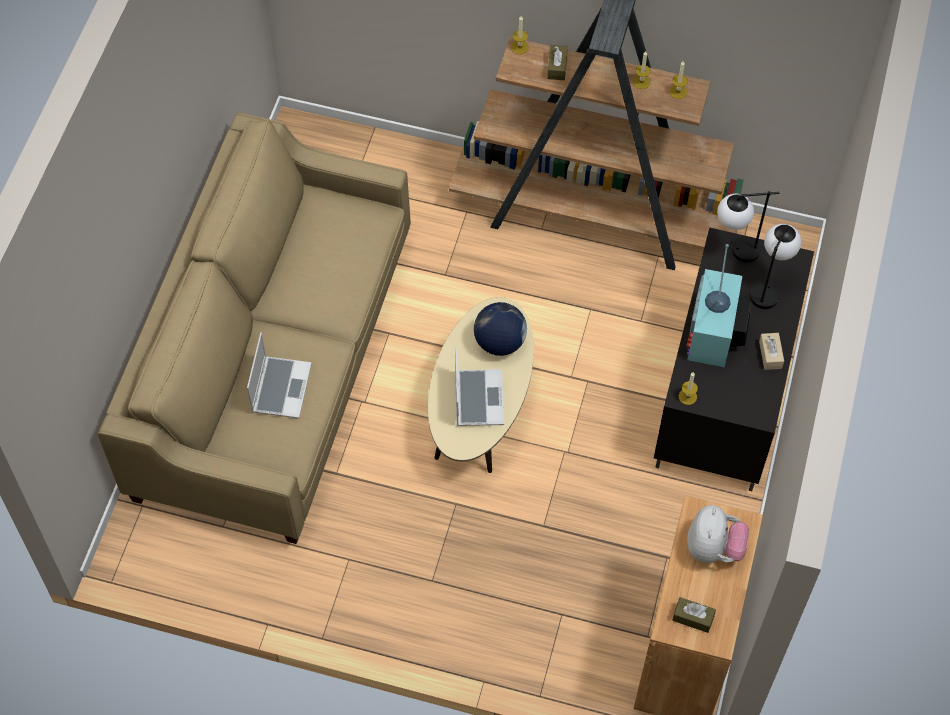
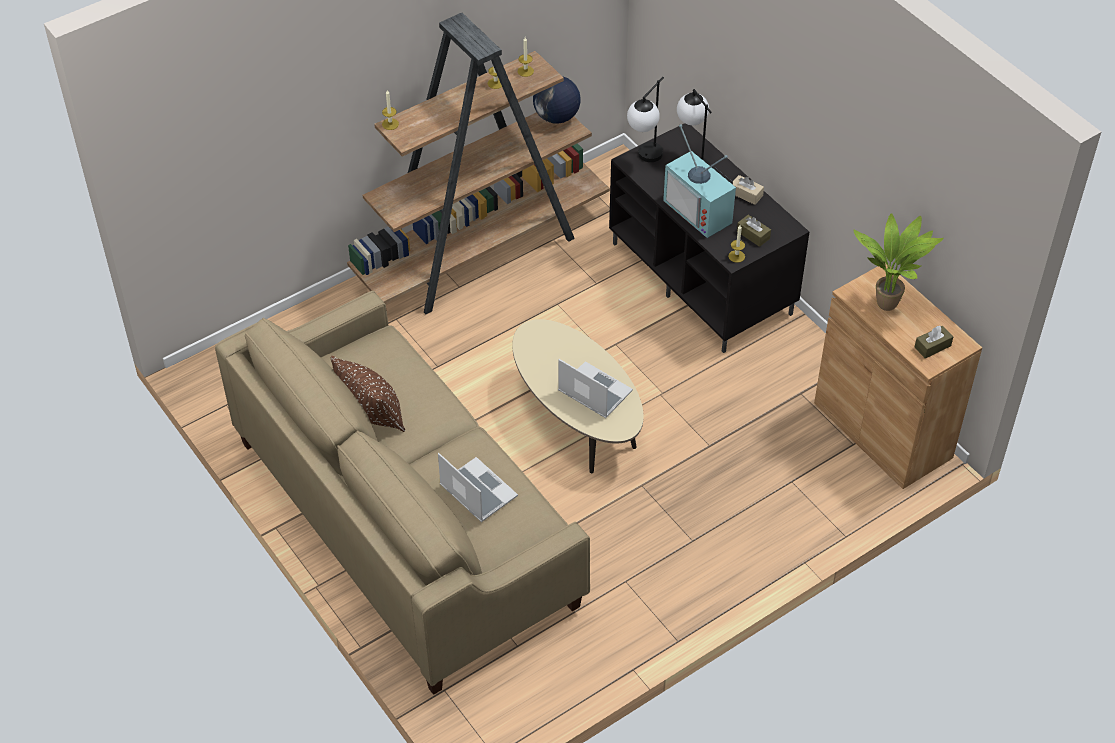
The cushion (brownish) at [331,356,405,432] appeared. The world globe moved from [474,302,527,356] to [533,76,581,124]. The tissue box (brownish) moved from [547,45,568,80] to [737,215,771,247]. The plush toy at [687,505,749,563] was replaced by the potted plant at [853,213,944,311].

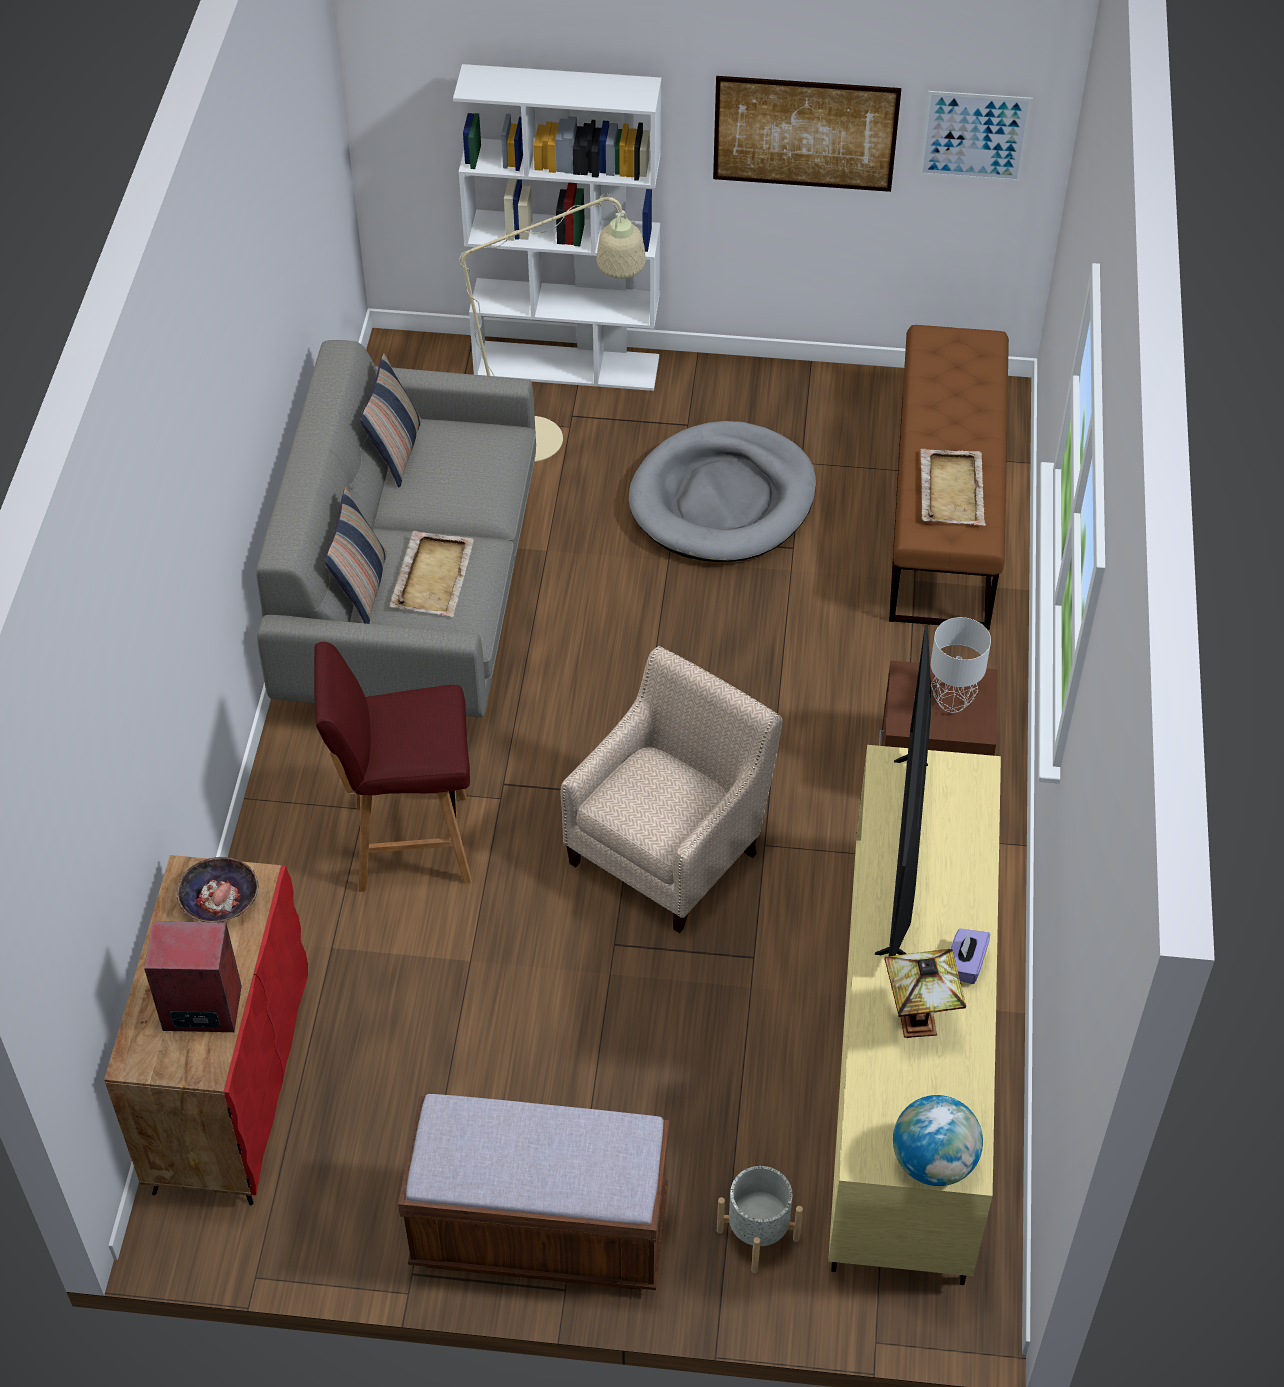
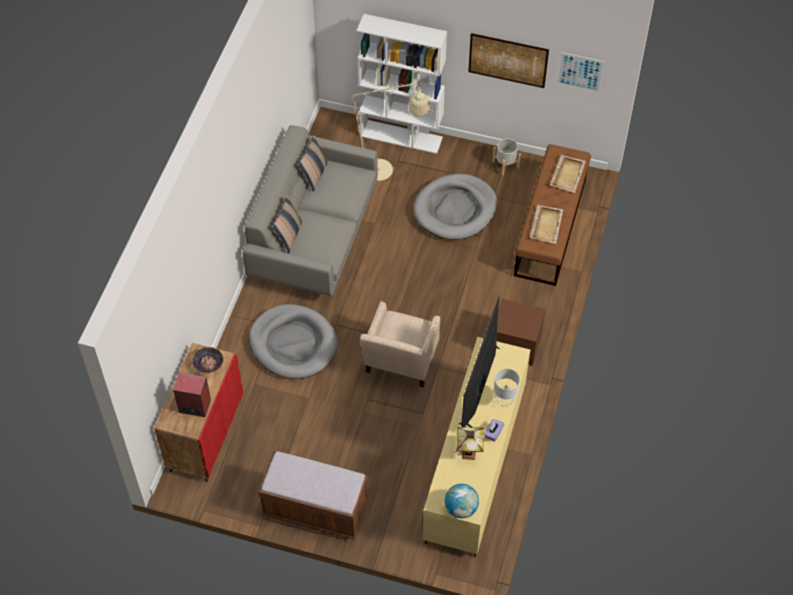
The stool seat (red) at [314,642,472,892] was replaced by the dog bed (gray) at [249,304,338,379]. The armchair (beige-coloured) at [560,646,783,933] turned 150 degrees clockwise. The planter (gray) moved from [717,1166,803,1273] to [492,138,521,175]. The tabletop lamp (gray) moved from [931,617,991,713] to [494,369,520,407]. The tray (beige-coloured) moved from [390,531,474,617] to [550,155,586,193].

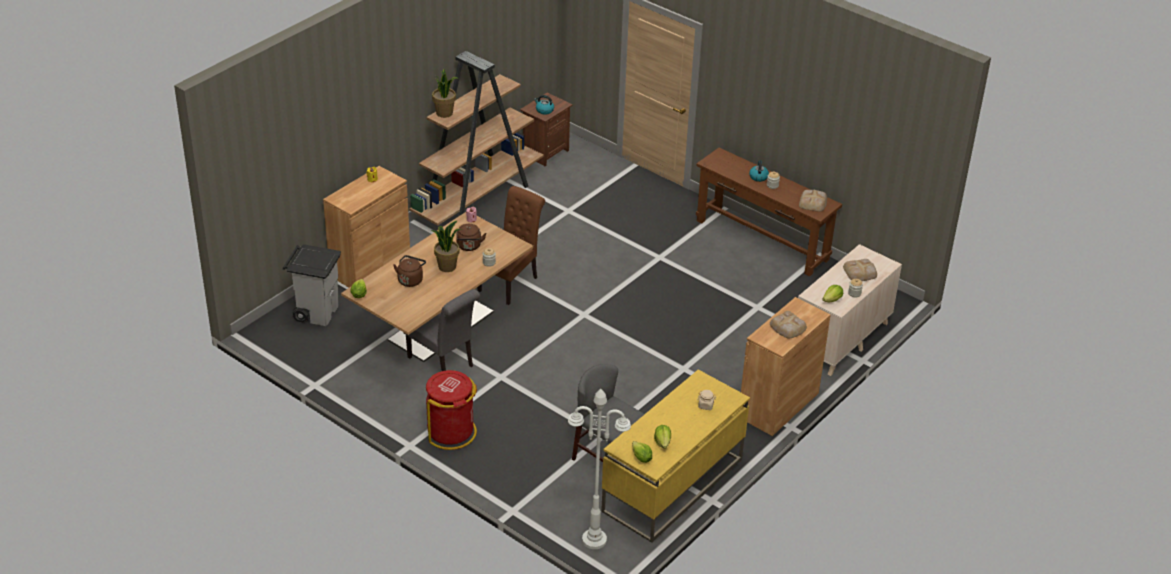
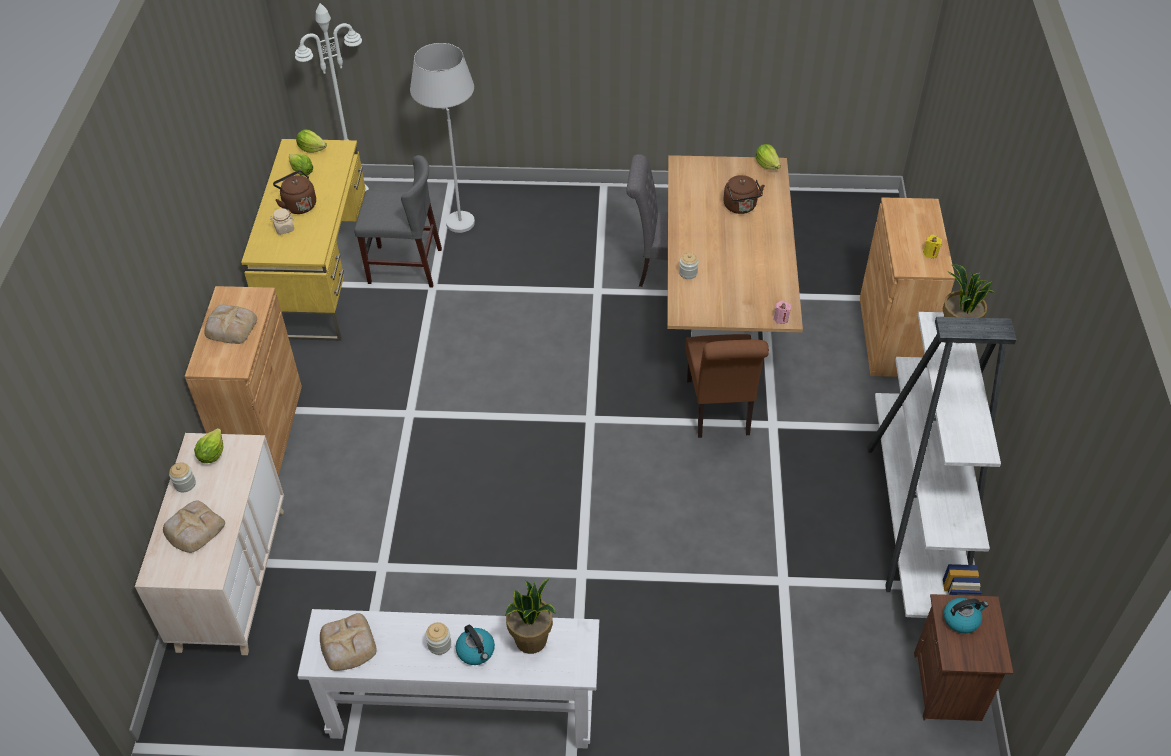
The water kettle (brownish) moved from [456,224,486,251] to [273,170,316,214]. The hall table (brownish) at [696,148,842,276] became the hall table (white-coloured) at [297,609,599,748]. The floor lamp (white-coloured) at [410,43,475,233] appeared. The potted plant moved from [430,220,462,272] to [505,578,556,654]. The bookshelf (brownish) at [409,51,544,226] became the bookshelf (white-coloured) at [868,312,1016,618]. The rubbish bin (gray) at [283,244,341,326] disappeared. The rubbish bin (red) at [426,370,477,450] disappeared.

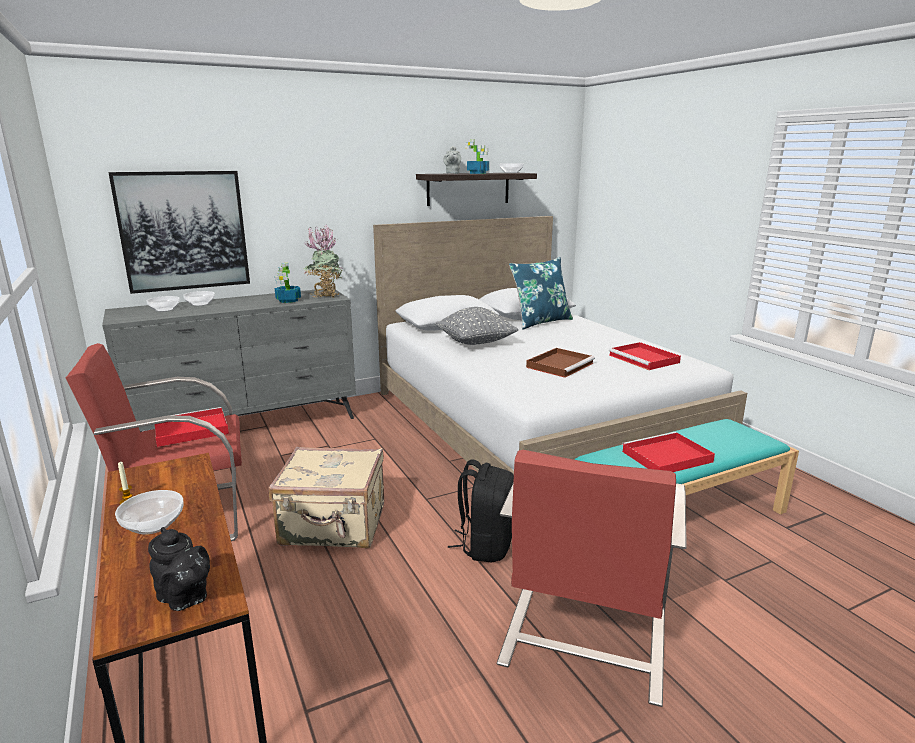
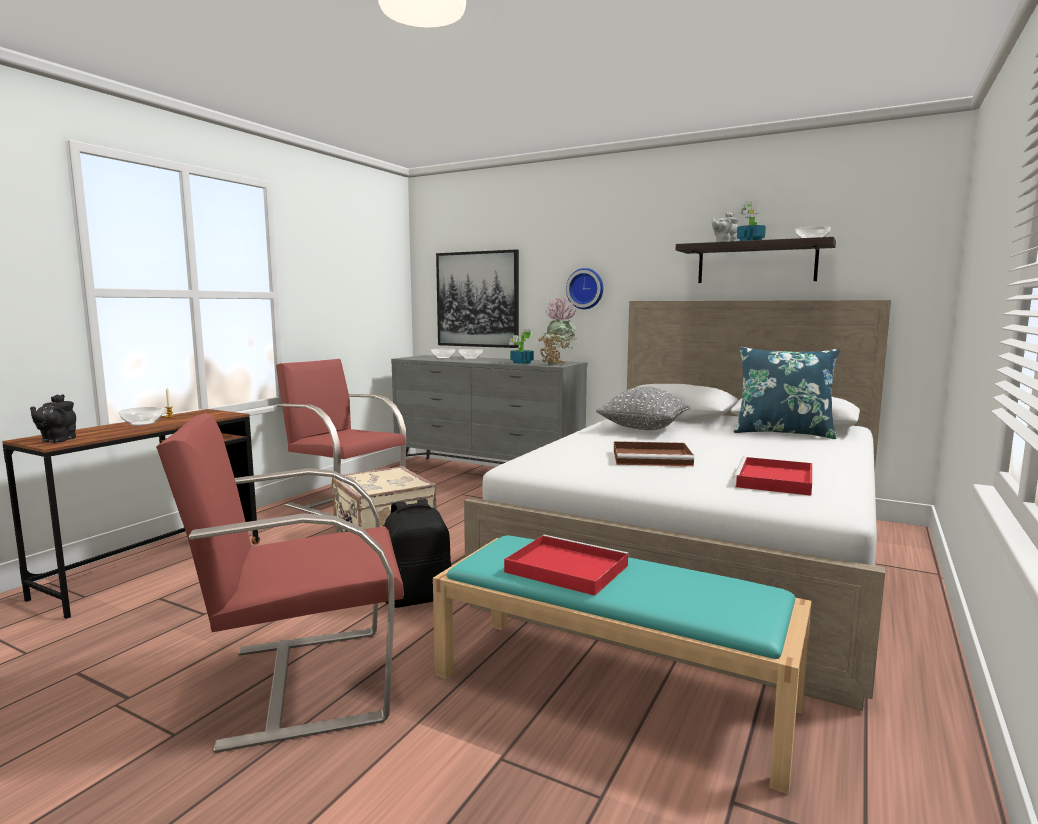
The wall clock at [566,268,603,309] appeared. The tray (red) at [154,407,229,447] disappeared.

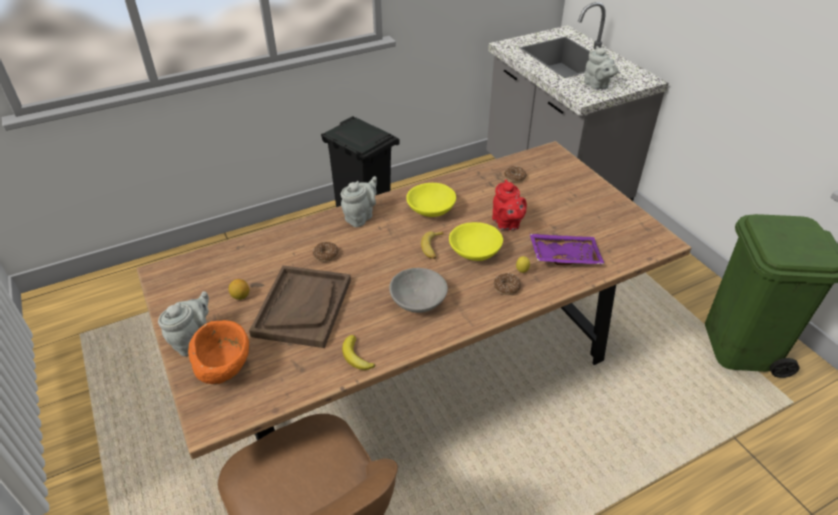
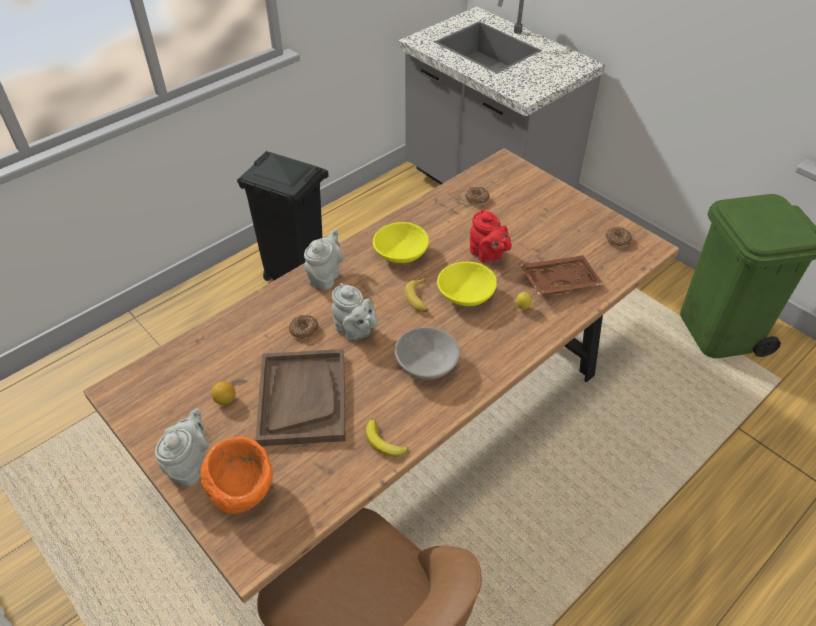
The teapot (gray) moved from [584,46,619,89] to [332,283,378,341]. The tray (purple-coloured) at [530,234,605,265] became the tray (brownish) at [519,255,603,294]. The ring doughnut moved from [494,273,521,295] to [605,227,632,247].

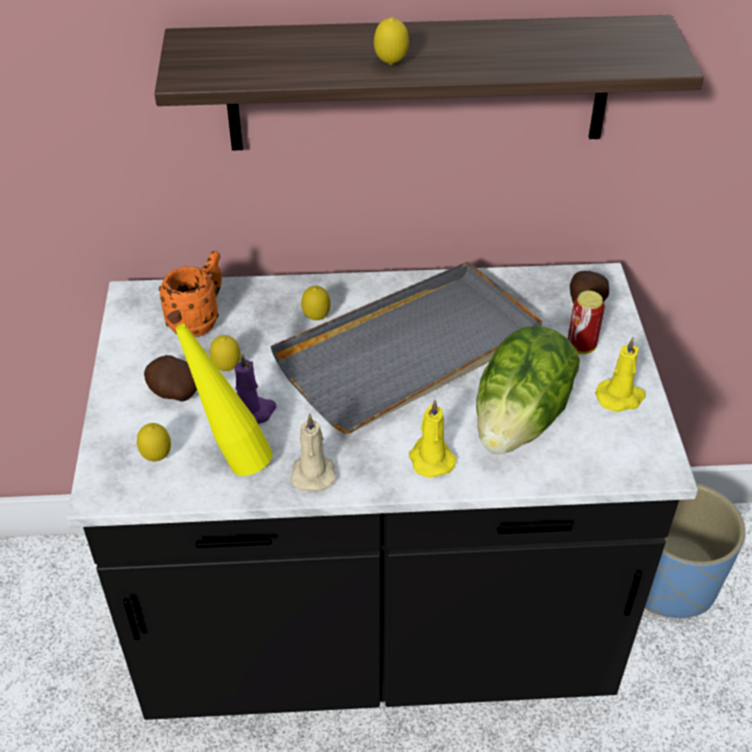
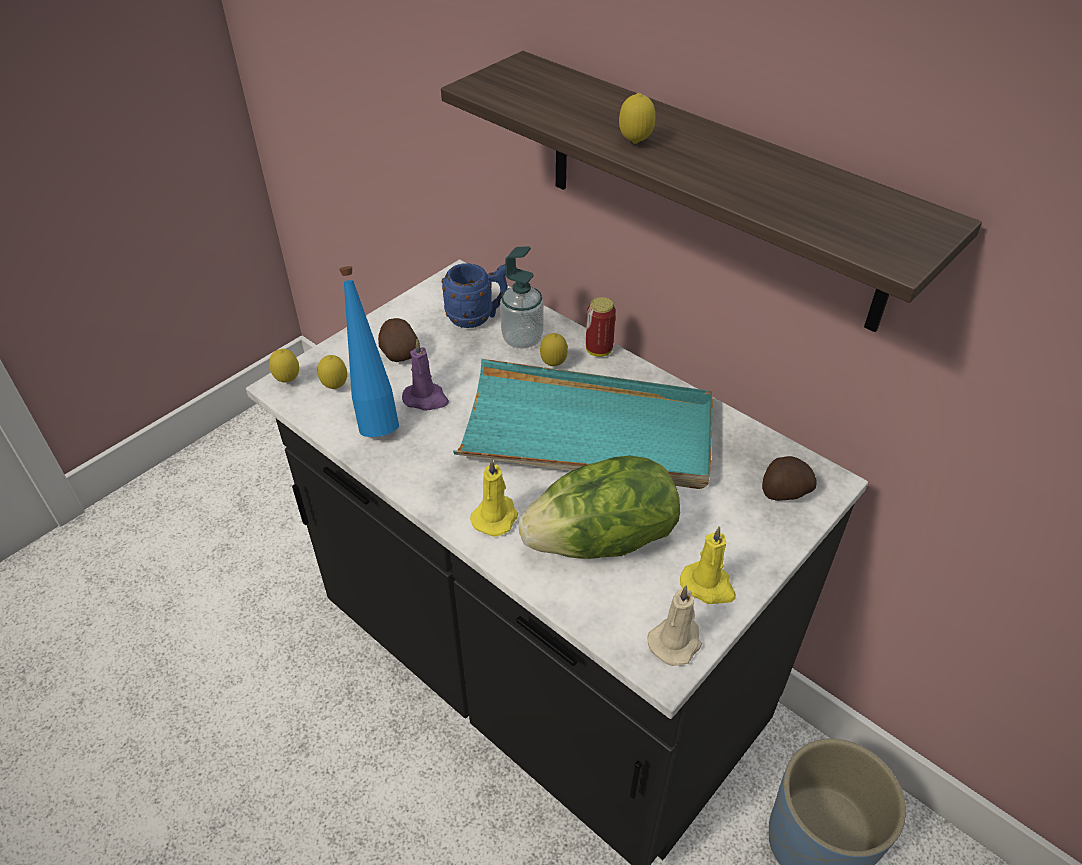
The citrus fruit moved from [210,335,241,371] to [269,349,299,383]. The bottle (yellow) at [167,310,273,476] became the bottle (blue-coloured) at [339,266,399,437]. The coffee mug (orangey) at [159,251,222,337] became the coffee mug (blue-coloured) at [442,263,508,328]. The tray (gray) at [270,261,542,434] became the tray (turquoise) at [453,359,713,489]. The soap bottle at [500,246,544,349] appeared. The can moved from [568,291,605,354] to [586,297,616,357]. The wax candle (beige-coloured) moved from [290,413,336,491] to [647,585,702,666].

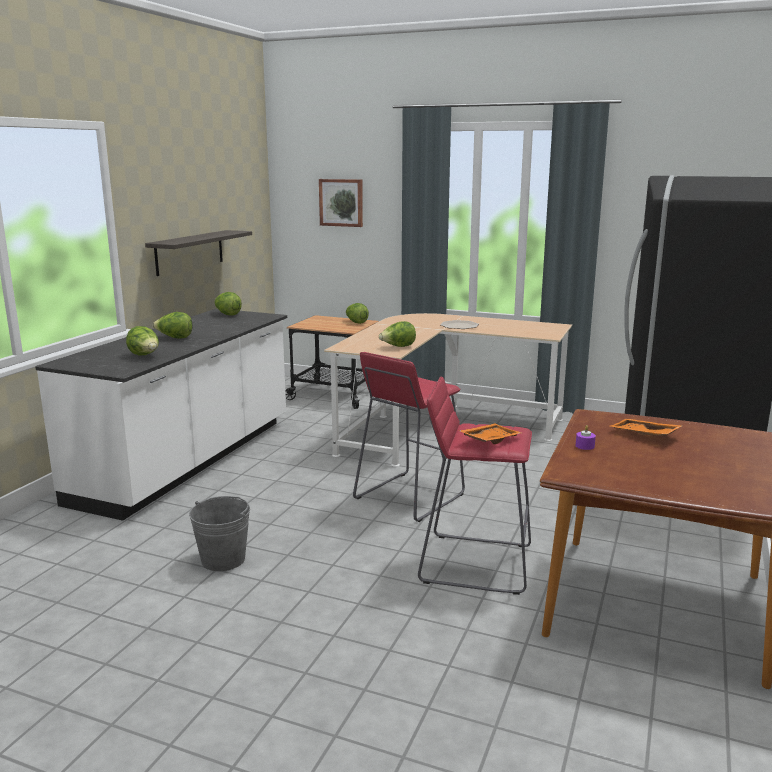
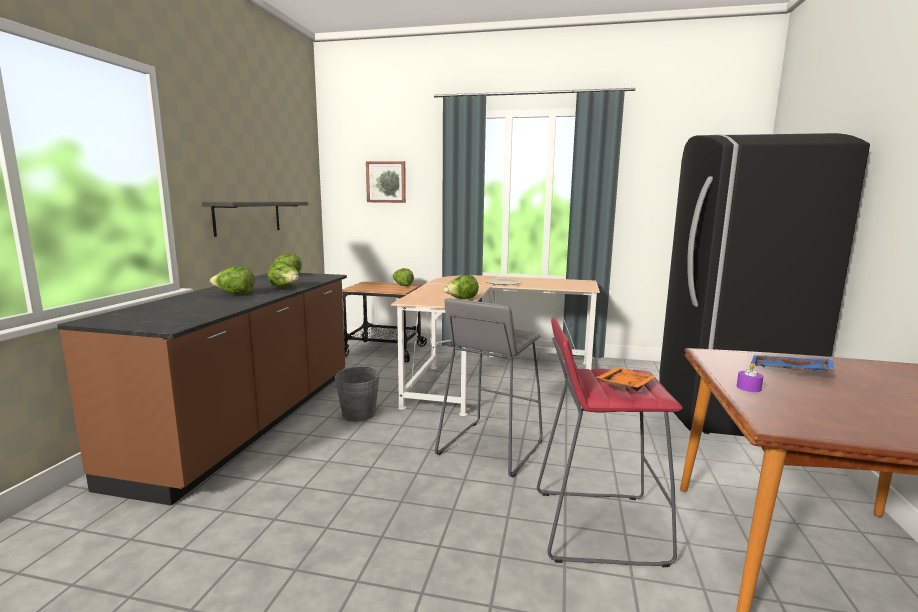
The kitchen counter (white-coloured) at [35,309,287,521] became the kitchen counter (brownish) at [57,273,347,506]. The head of lettuce moved from [126,326,159,355] to [268,262,299,288]. The water bucket (gray) moved from [189,496,250,571] to [335,367,380,421]. The stool seat (red) at [353,352,465,522] became the stool seat (gray) at [435,298,542,477]. The tray (orangey) at [610,419,682,436] became the tray (blue-coloured) at [750,355,834,372].

